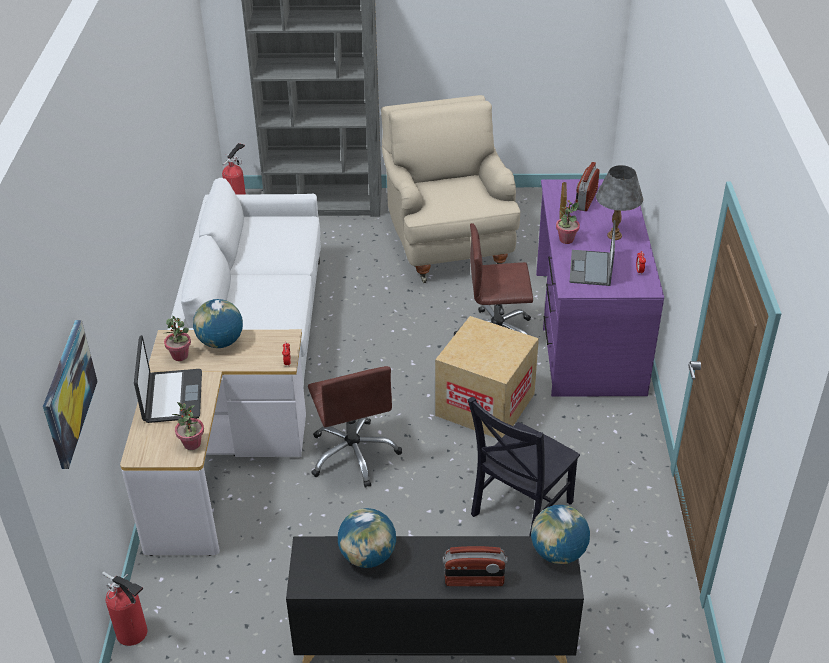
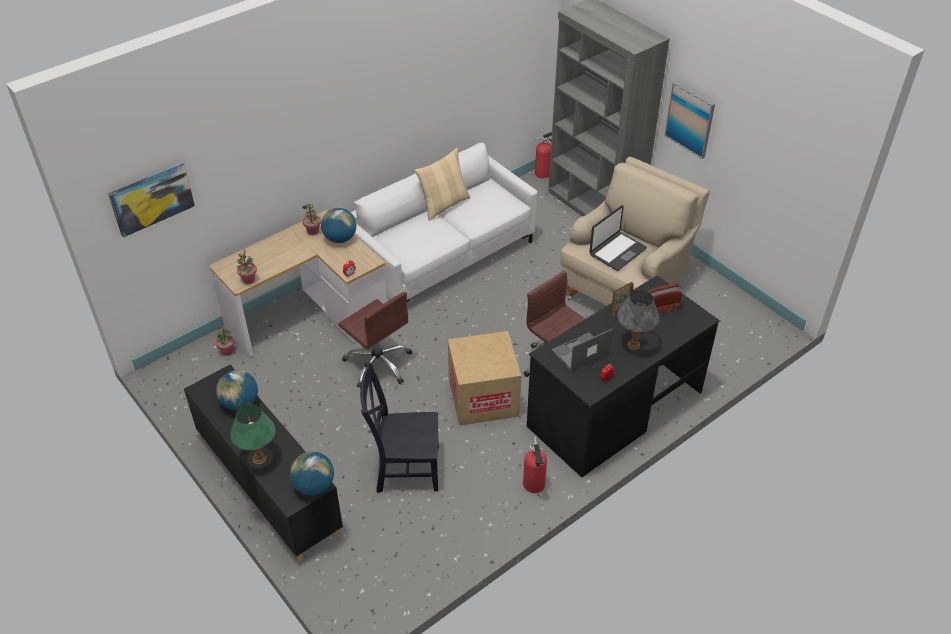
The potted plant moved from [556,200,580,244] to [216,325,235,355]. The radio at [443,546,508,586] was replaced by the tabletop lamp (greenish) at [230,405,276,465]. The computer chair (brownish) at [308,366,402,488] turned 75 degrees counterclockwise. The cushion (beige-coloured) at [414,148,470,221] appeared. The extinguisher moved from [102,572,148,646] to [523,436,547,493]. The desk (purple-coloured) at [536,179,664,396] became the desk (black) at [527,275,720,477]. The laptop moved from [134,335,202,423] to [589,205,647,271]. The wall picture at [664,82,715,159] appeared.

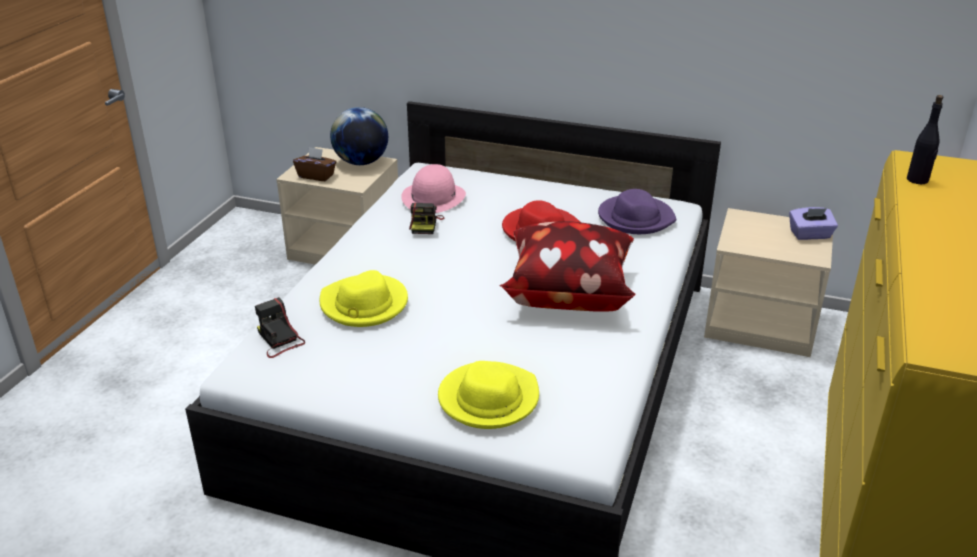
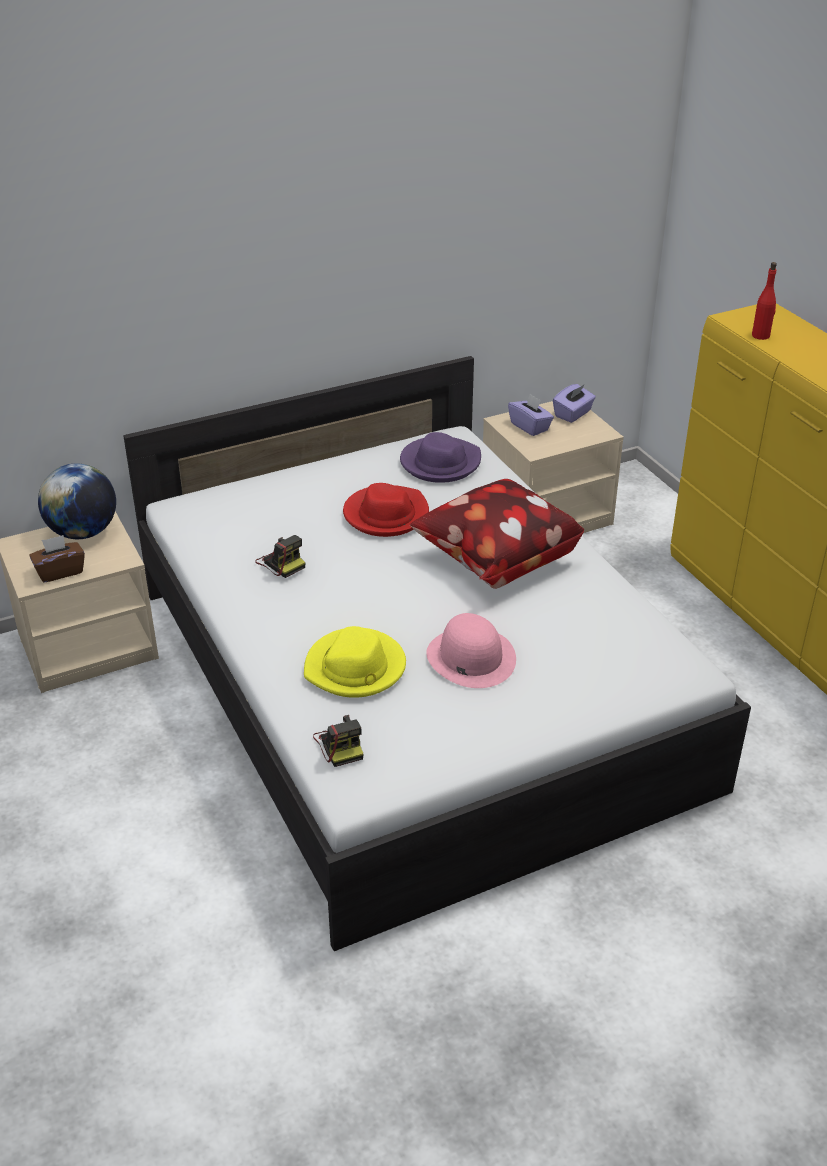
The still camera at [255,297,305,358] turned 120 degrees counterclockwise. The clothing hat (pink-coloured) moved from [401,164,466,213] to [426,613,516,688]. The tissue box (purple-coloured) at [508,394,554,436] appeared. The bottle (black) at [907,95,943,184] became the bottle (red) at [752,262,777,340]. The clothing hat (yellow) at [438,361,539,429] disappeared.

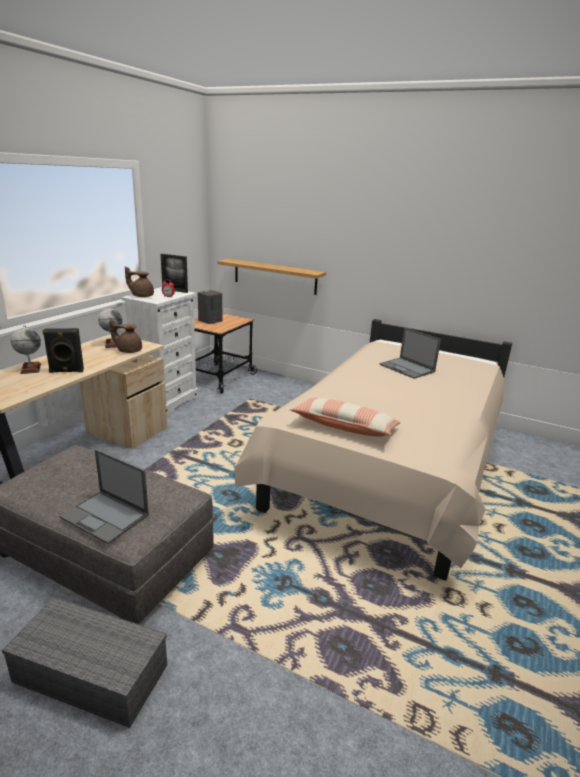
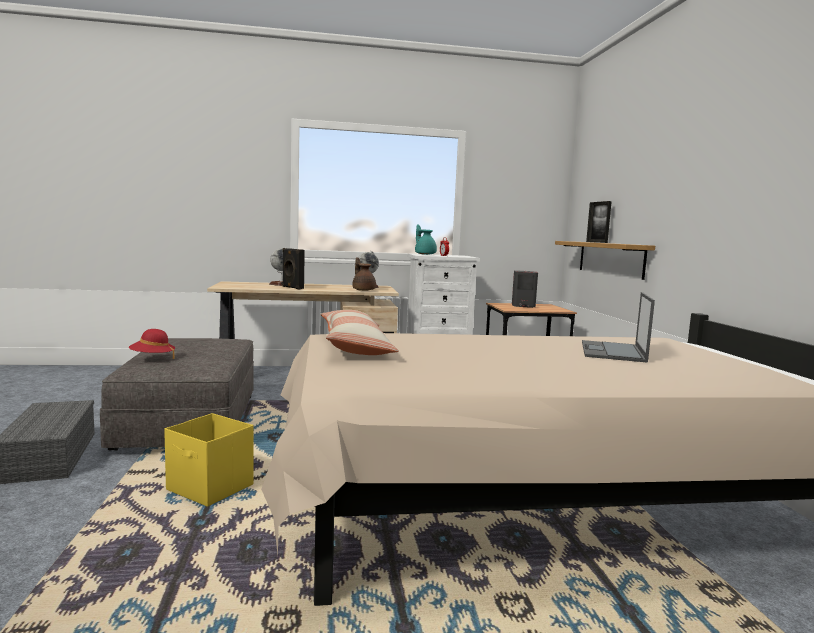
The laptop at [59,449,149,544] was replaced by the clothing hat (red) at [129,329,175,359]. The storage bin (yellow) at [164,413,254,507] appeared. The teapot (brownish) at [125,266,154,297] became the teapot (turquoise) at [415,224,437,255]. The photo frame moved from [161,254,188,293] to [586,201,612,243].

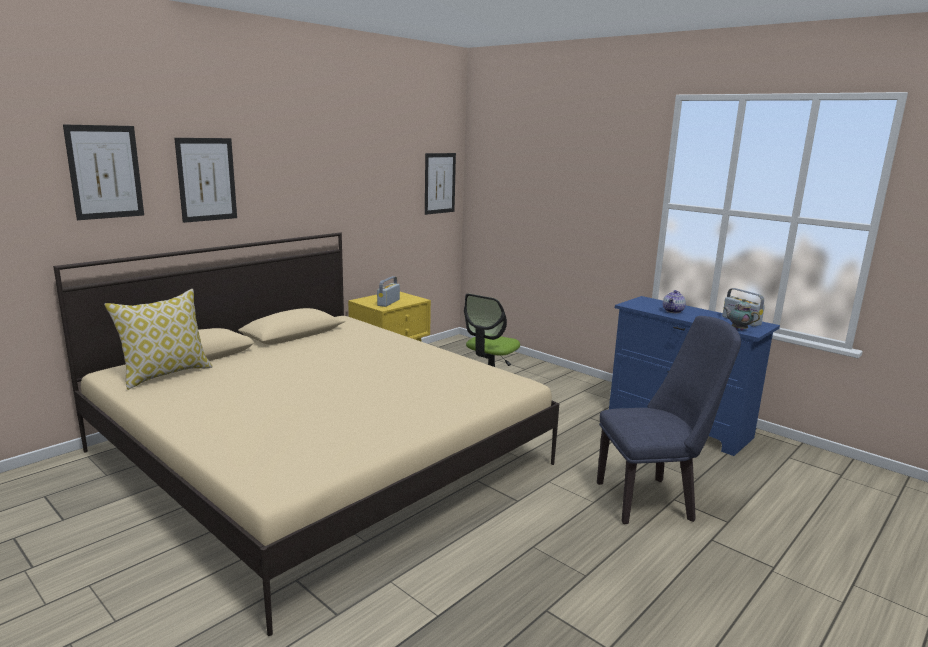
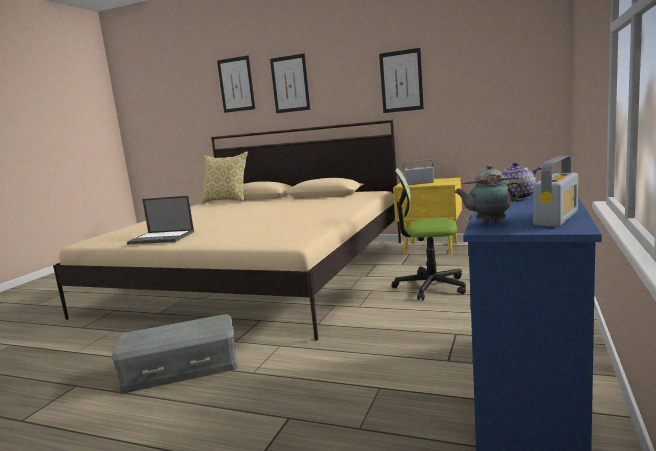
The storage bin (gray) at [111,314,238,394] appeared. The laptop at [127,196,194,244] appeared. The wall picture moved from [425,153,456,215] to [379,48,424,113]. The teapot at [723,299,760,331] turned 120 degrees counterclockwise. The upright chair (blue-coloured) at [597,316,741,524] disappeared.

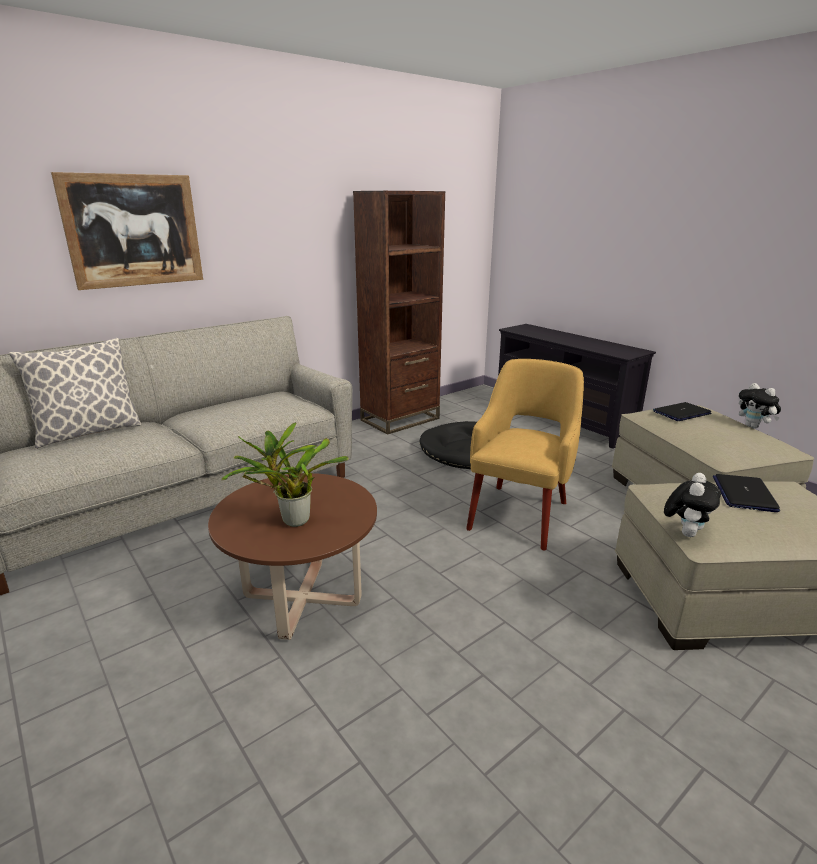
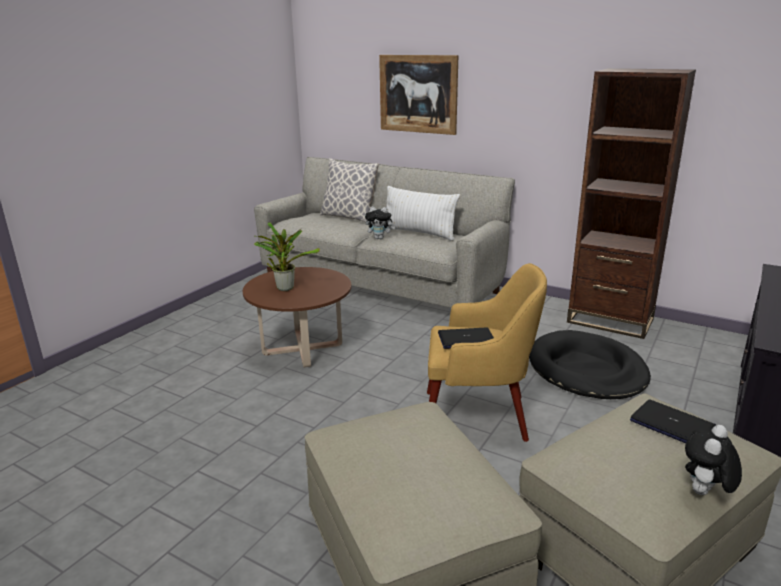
The plush toy moved from [664,473,721,537] to [365,207,395,239]. The cushion (white-coloured) at [386,186,460,241] appeared. The laptop moved from [713,474,780,512] to [438,328,494,349].

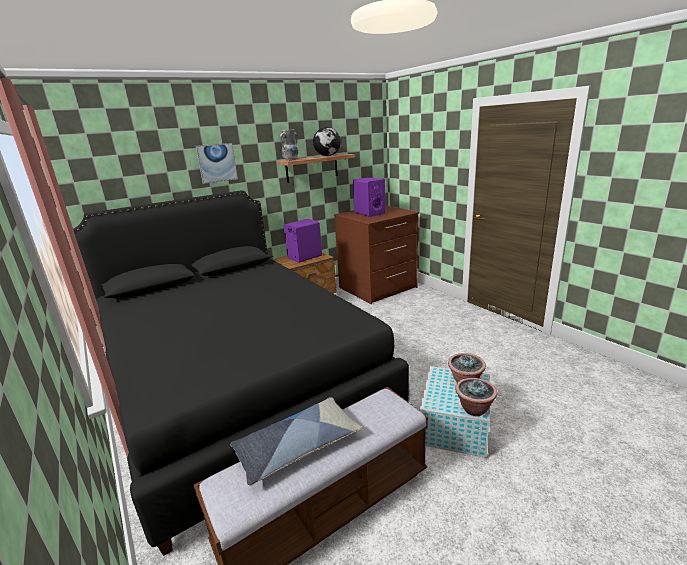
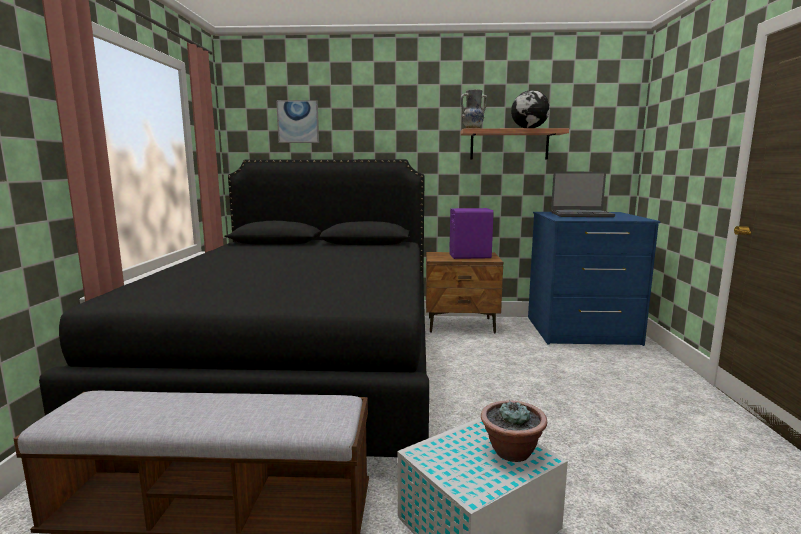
The wall picture moved from [196,143,238,184] to [276,100,319,143]. The chest of drawers (brownish) at [334,205,420,304] became the chest of drawers (blue-coloured) at [528,212,661,346]. The audio speaker (purple-coloured) at [353,177,386,217] was replaced by the laptop at [551,172,615,217]. The cushion at [230,397,362,486] disappeared. The potted plant at [455,378,497,416] disappeared.

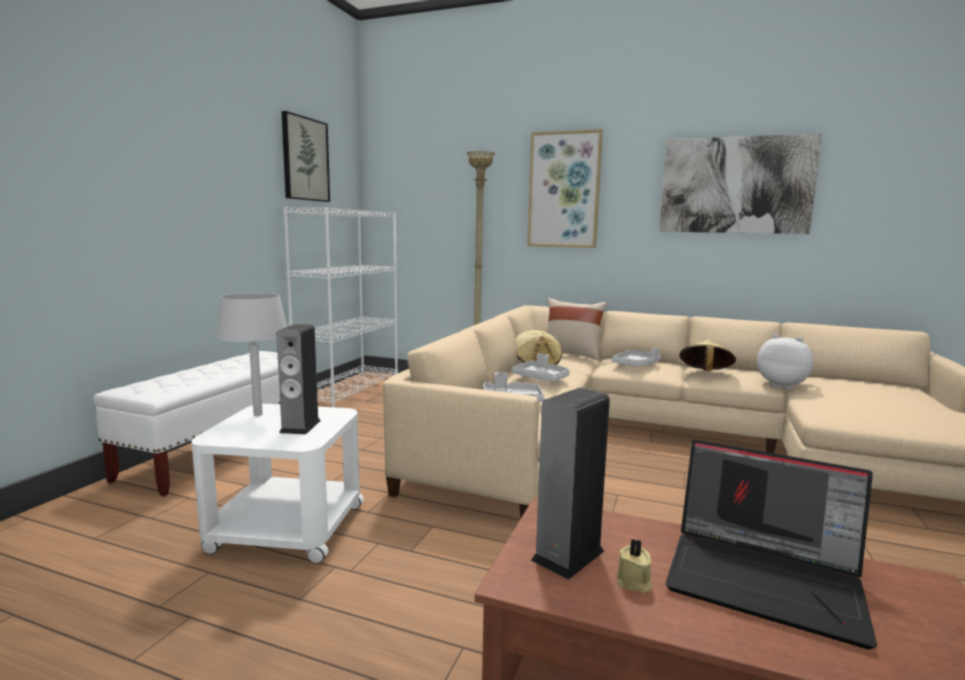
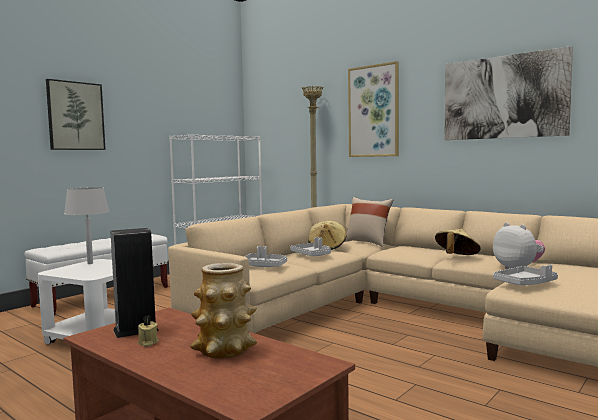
The wall picture moved from [281,111,330,202] to [46,79,106,150]. The laptop at [666,440,877,650] was replaced by the vase at [190,263,257,359]. The tray (gray) moved from [612,347,661,366] to [493,264,558,285]. The audio speaker at [277,324,321,434] disappeared.

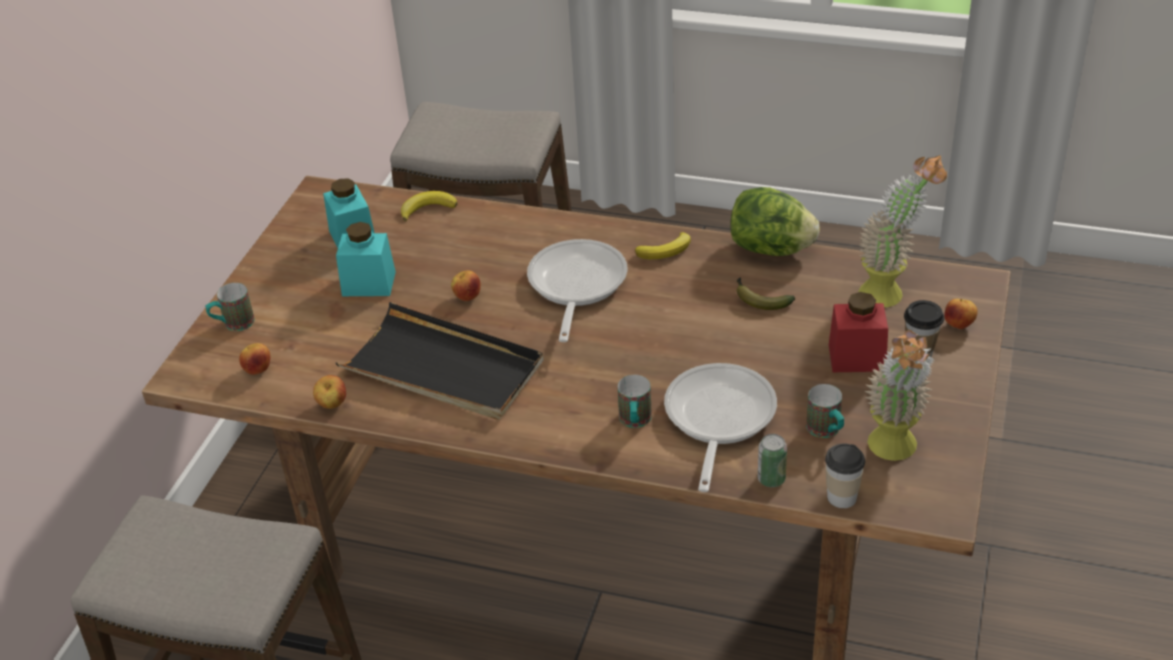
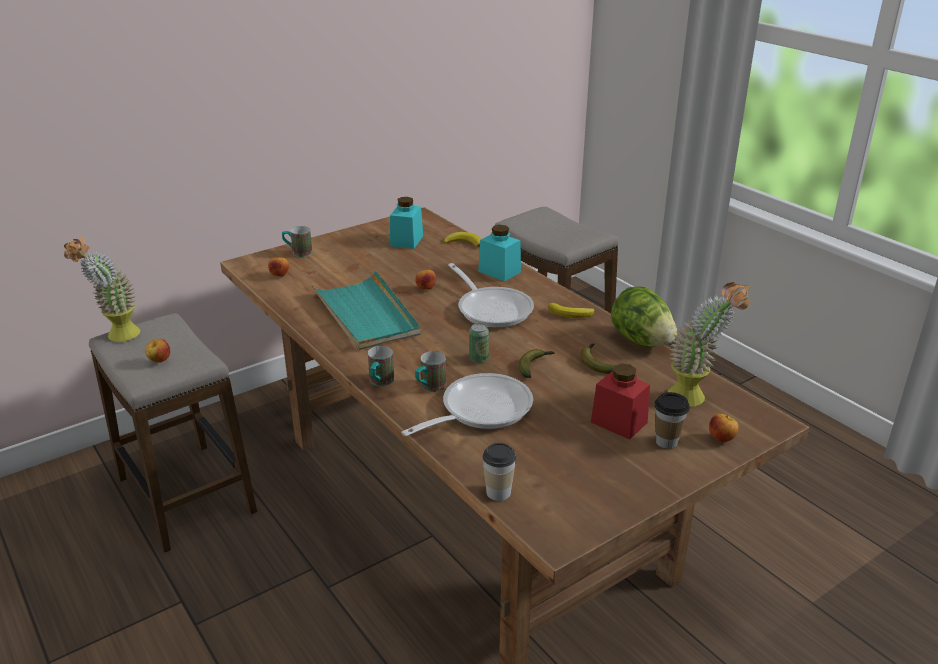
The potted plant moved from [865,330,934,461] to [64,238,140,342]. The whole apple moved from [313,375,346,409] to [146,339,170,363]. The tray (black) at [335,302,544,420] became the tray (turquoise) at [310,270,421,350]. The coffee mug moved from [806,384,844,438] to [368,346,394,386]. The frying pan at [527,239,628,342] turned 105 degrees clockwise. The can moved from [758,434,787,487] to [469,323,489,363]. The storage jar (turquoise) moved from [336,222,396,296] to [478,225,521,281]. The whole banana at [519,349,554,378] appeared.

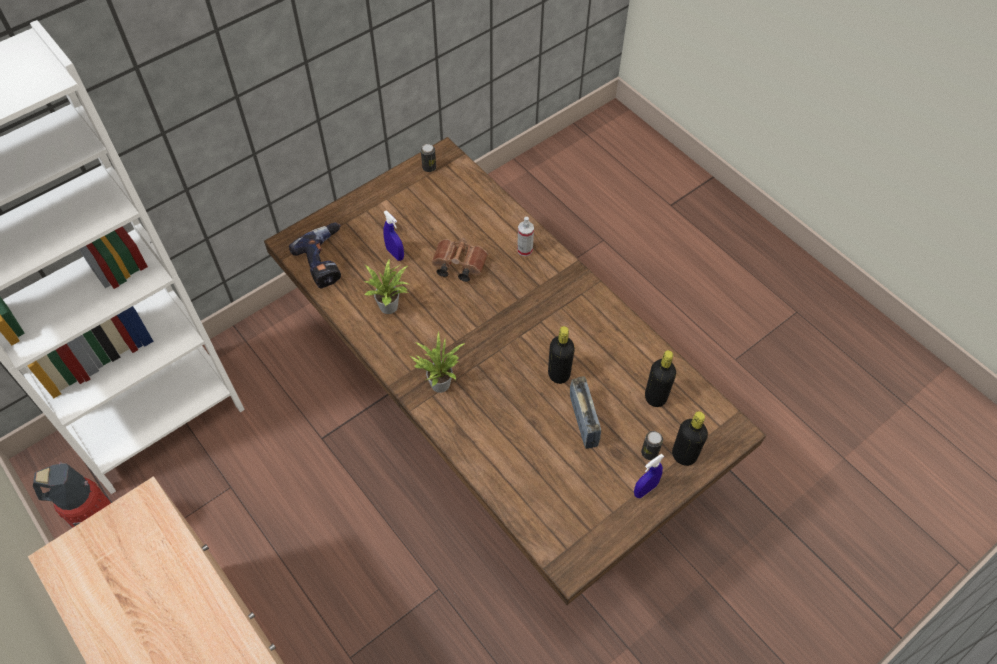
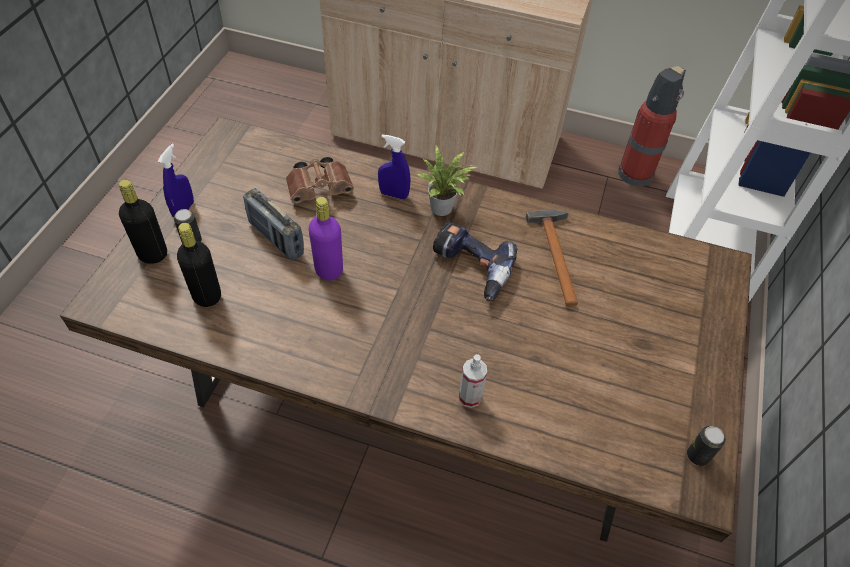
The pair of binoculars (brownish) moved from [432,238,488,282] to [286,157,354,204]. The bottle (black) at [548,326,575,384] became the bottle (purple-coloured) at [309,197,343,280]. The hand sprayer (blue-coloured) moved from [383,211,404,261] to [378,134,411,199]. The power drill moved from [289,222,341,289] to [433,221,517,301]. The potted plant at [364,260,408,314] was replaced by the hammer at [526,210,578,306].

